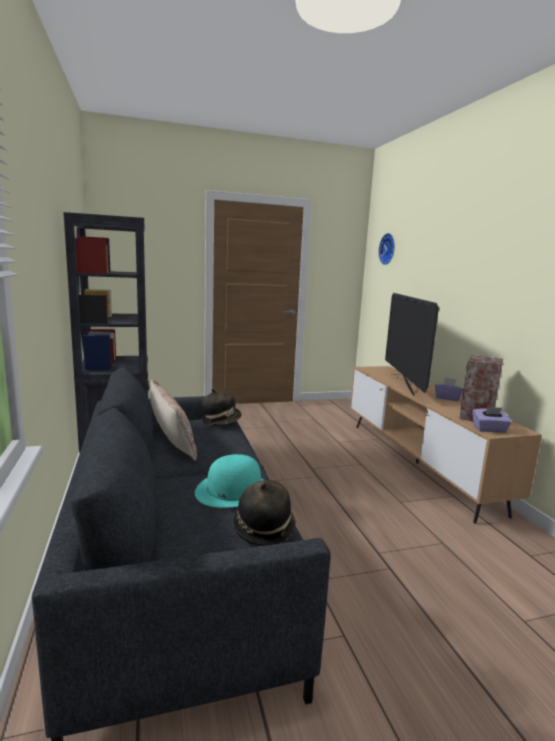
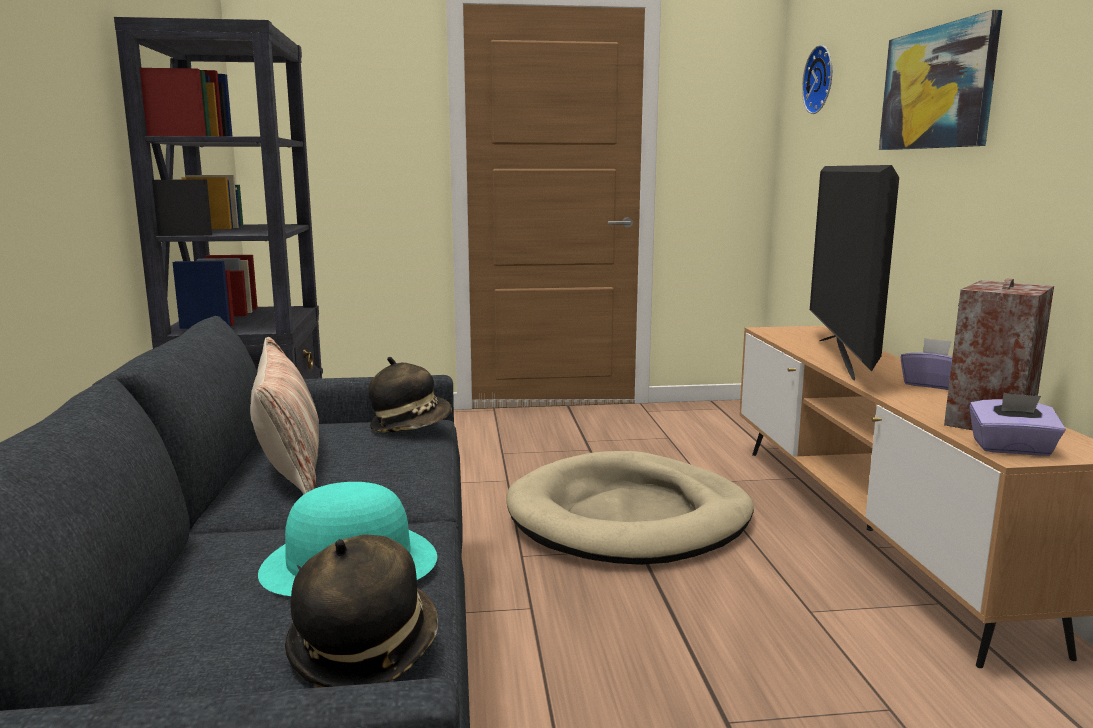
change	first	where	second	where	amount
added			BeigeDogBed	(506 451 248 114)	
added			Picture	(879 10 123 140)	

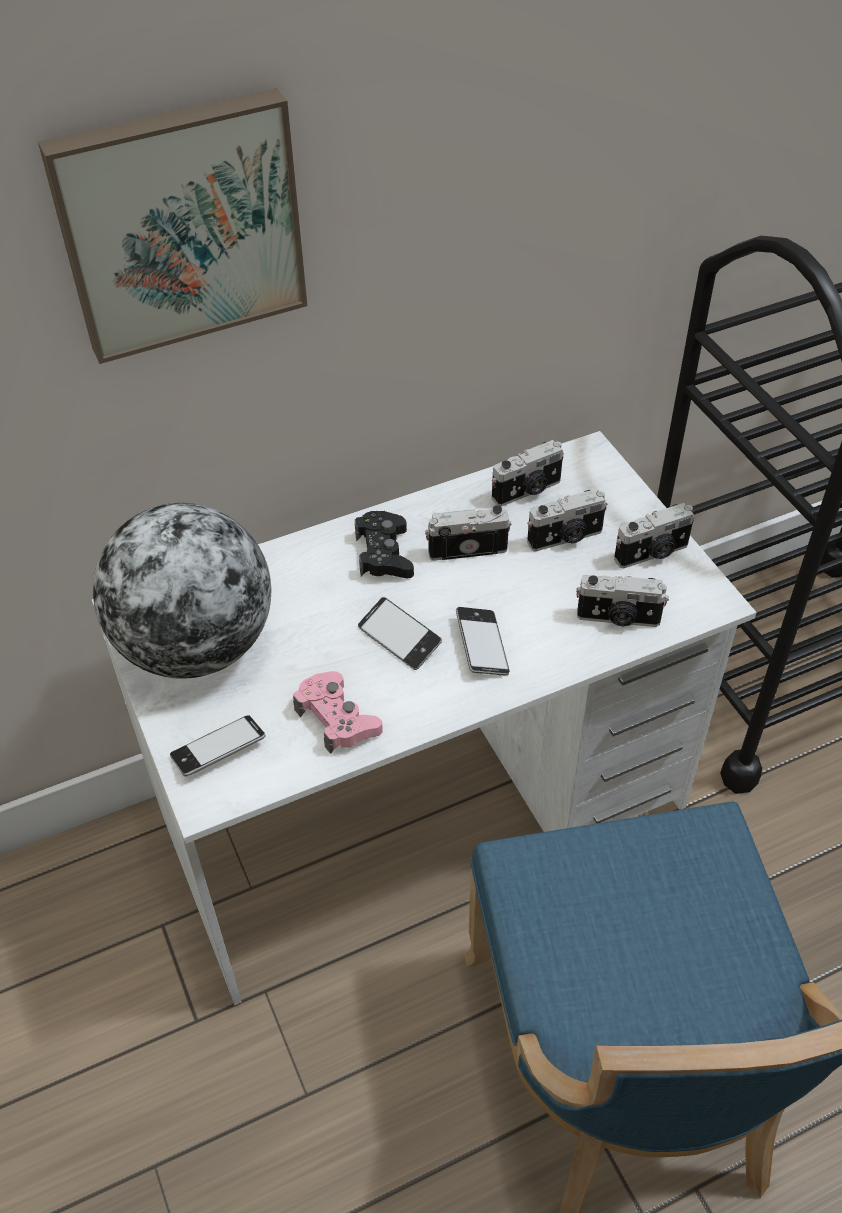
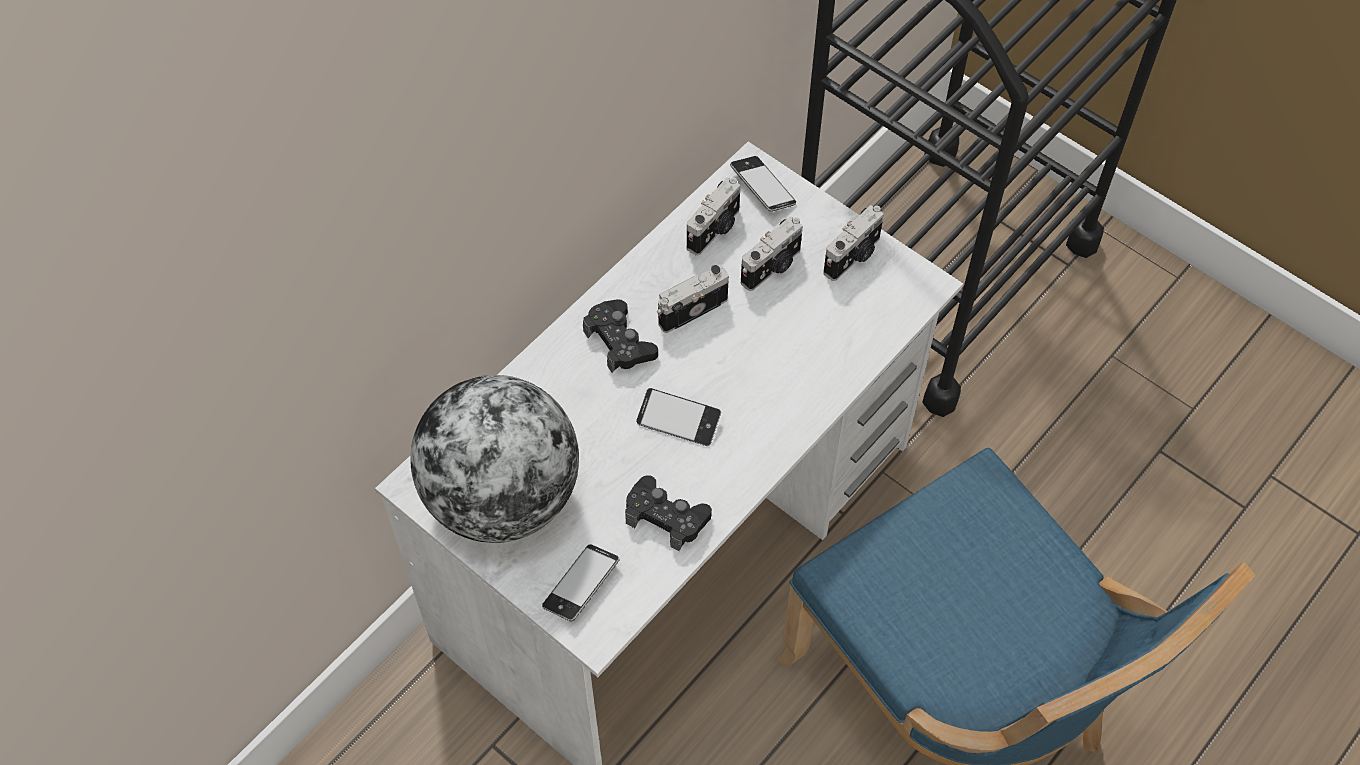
change	first	where	second	where	amount
removed	Picture	(38 88 269 276)			
recoloured	PinkGameController	(293 671 90 83)	BlackGameController	(625 475 87 76)	
moved	Phone	(456 607 54 69)		(730 156 66 56)	
removed	PhotoCamera	(576 575 93 52)			

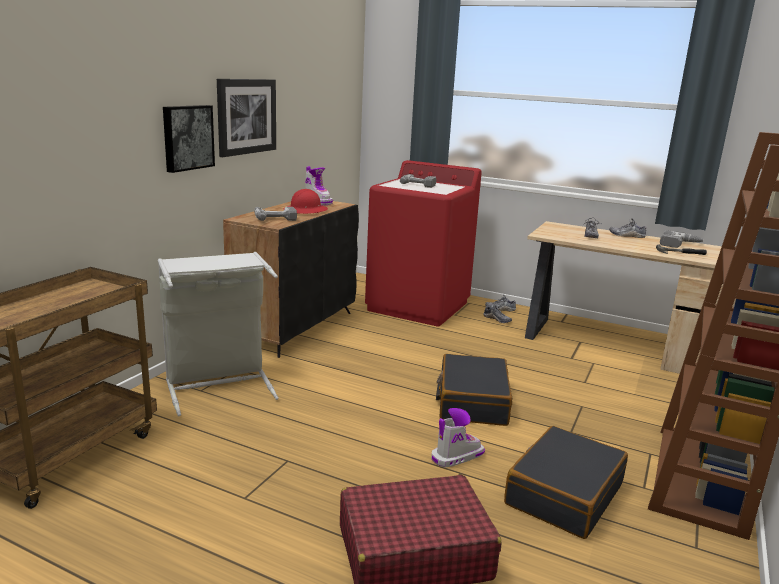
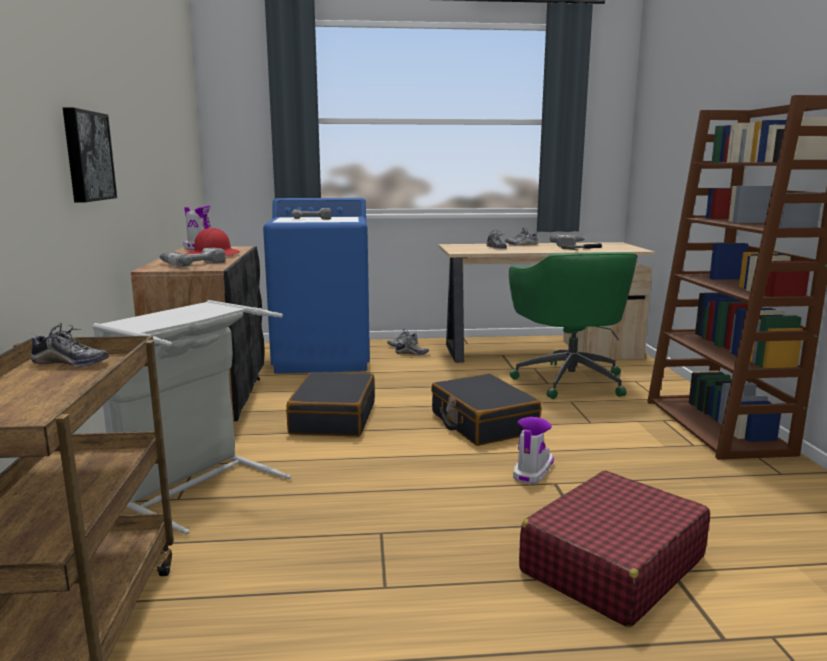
change	first	where	second	where	amount
removed	Picture	(217 79 59 78)			
recoloured	RedWashingMachine	(365 160 117 166)	BlueWashingMachine	(263 198 107 176)	
moved	BlackSuitcase	(504 426 124 113)		(286 372 89 65)	
added			Shoe	(30 323 79 44)	
added			GreenOfficeChair	(509 252 129 147)	

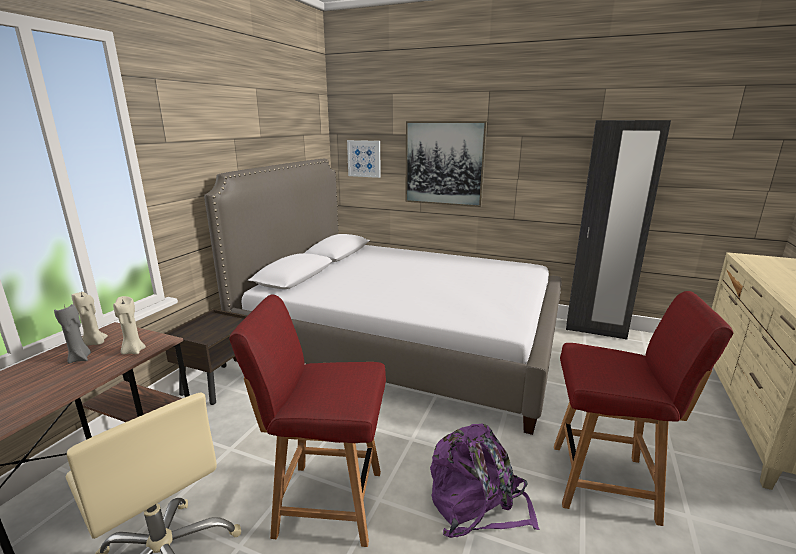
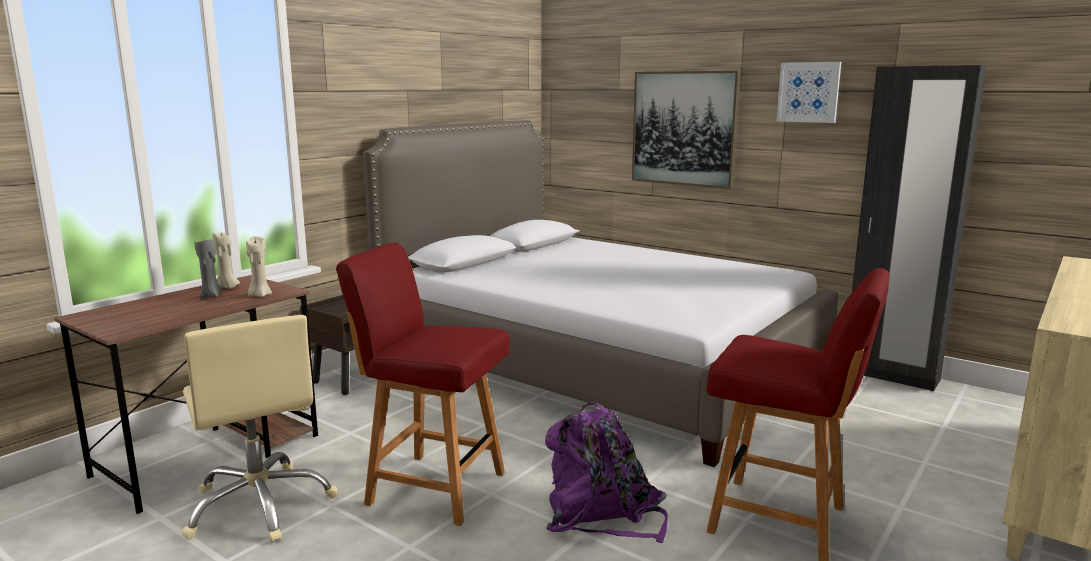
change	first	where	second	where	amount
moved	Picture	(347 140 34 38)		(776 62 65 61)	

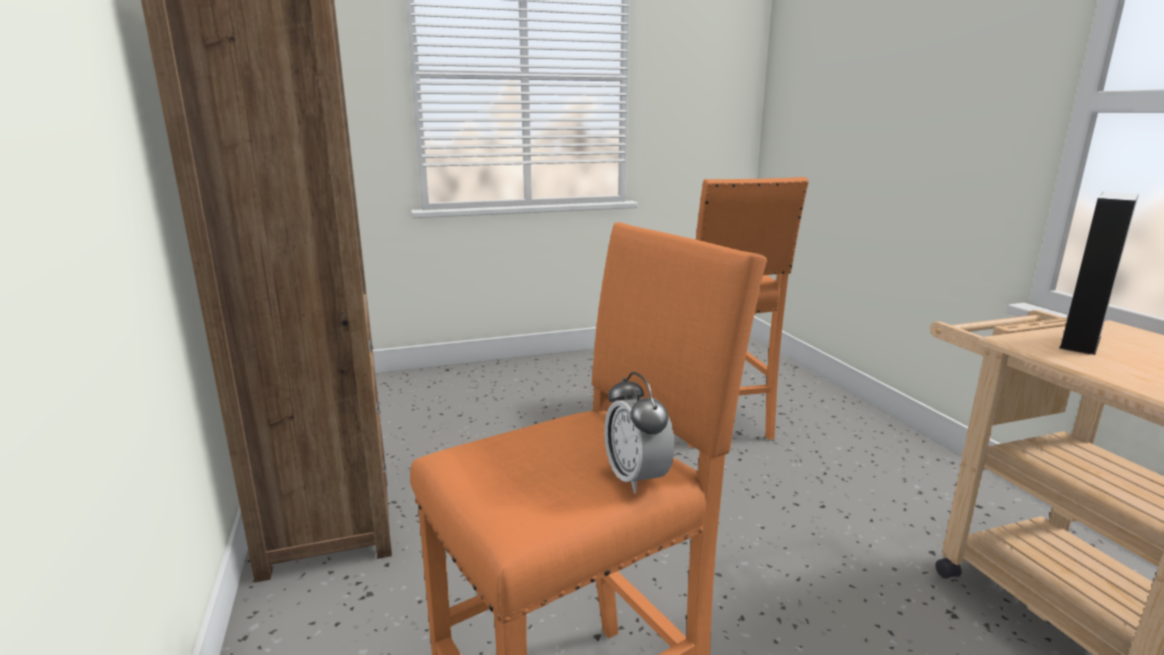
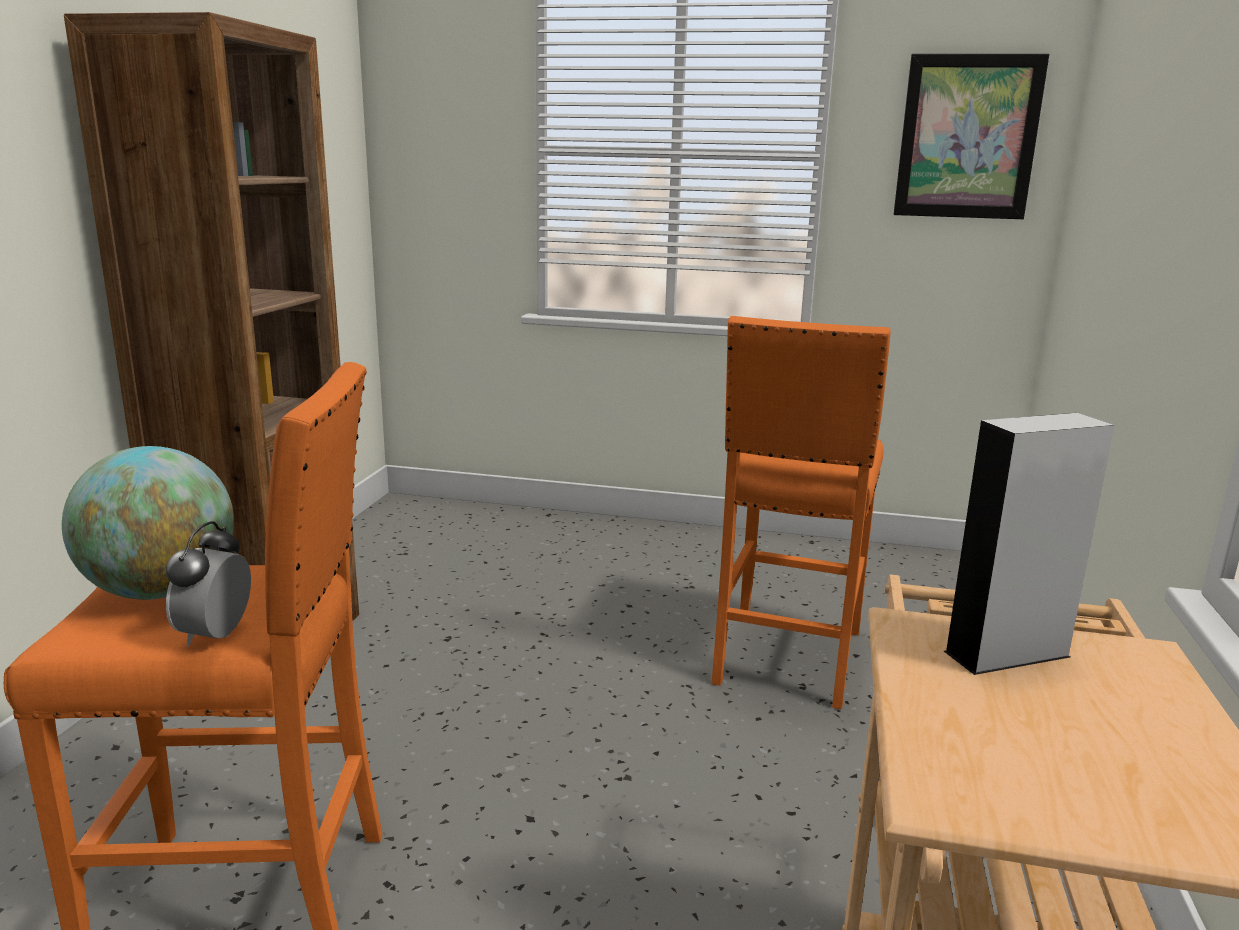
change	first	where	second	where	amount
added			Globe	(62 446 172 154)	
added			Picture	(894 54 155 165)	

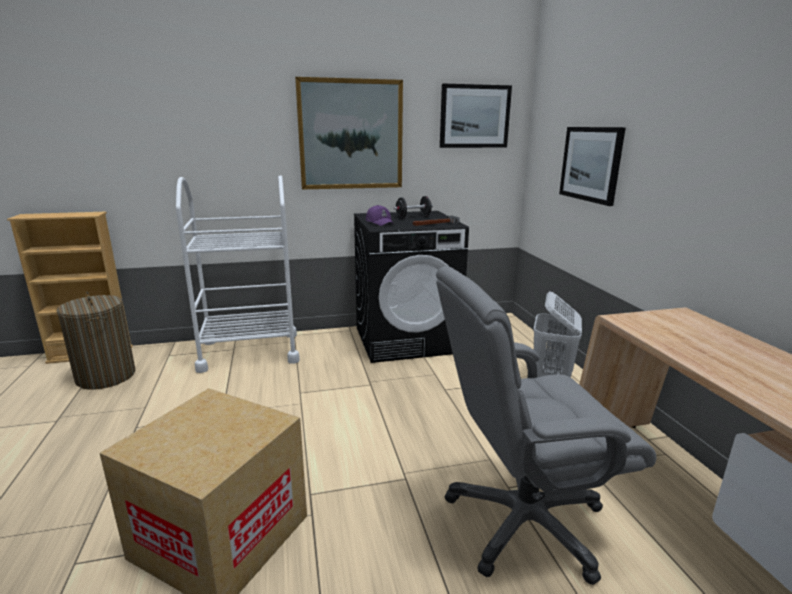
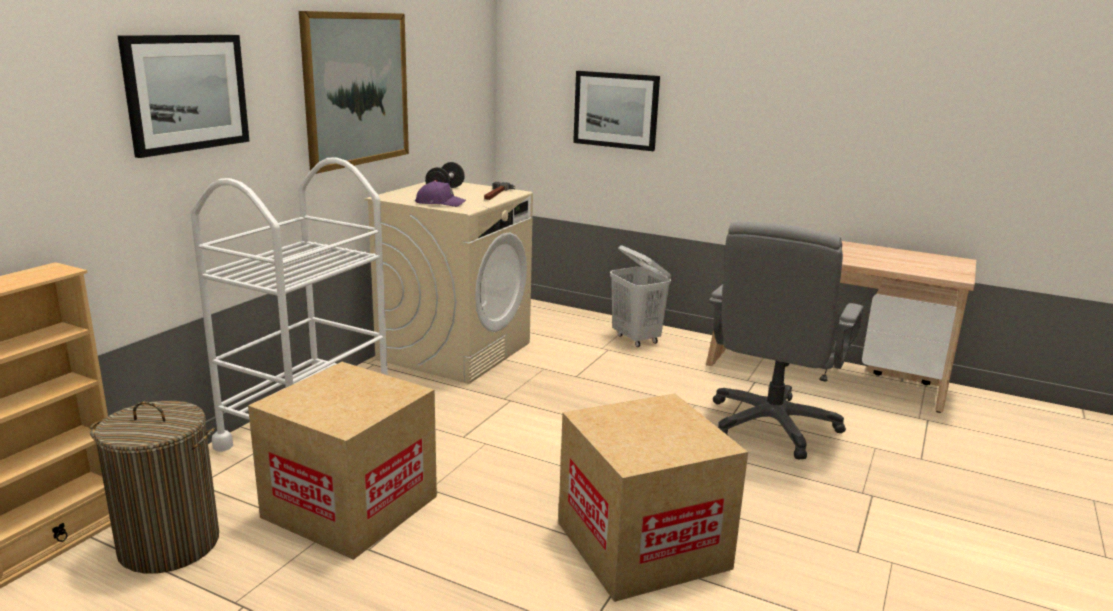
change	first	where	second	where	amount
recoloured	BlackWashingMachine	(354 211 115 152)	BeigeWashingMachine	(365 182 168 202)	
moved	Picture	(440 84 72 64)		(118 35 132 123)	
added			CardboardBox	(248 362 189 198)	

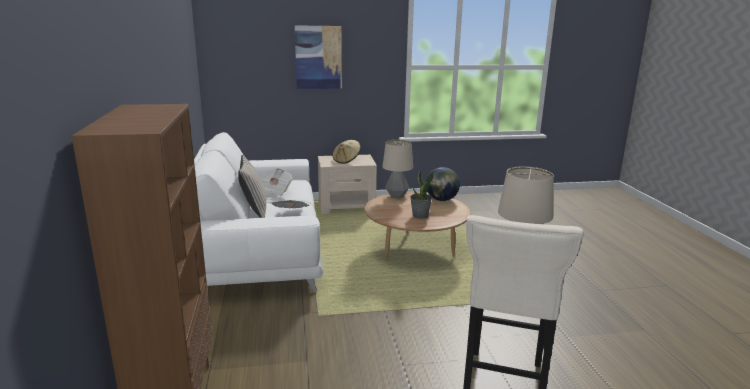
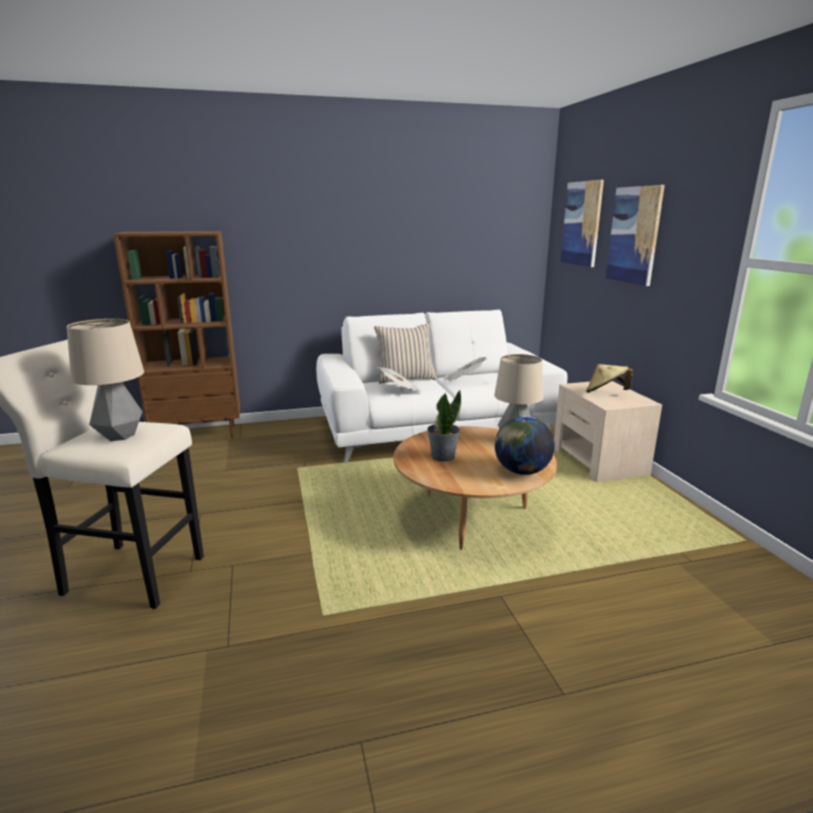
change	first	where	second	where	amount
added			Picture	(561 180 43 87)	

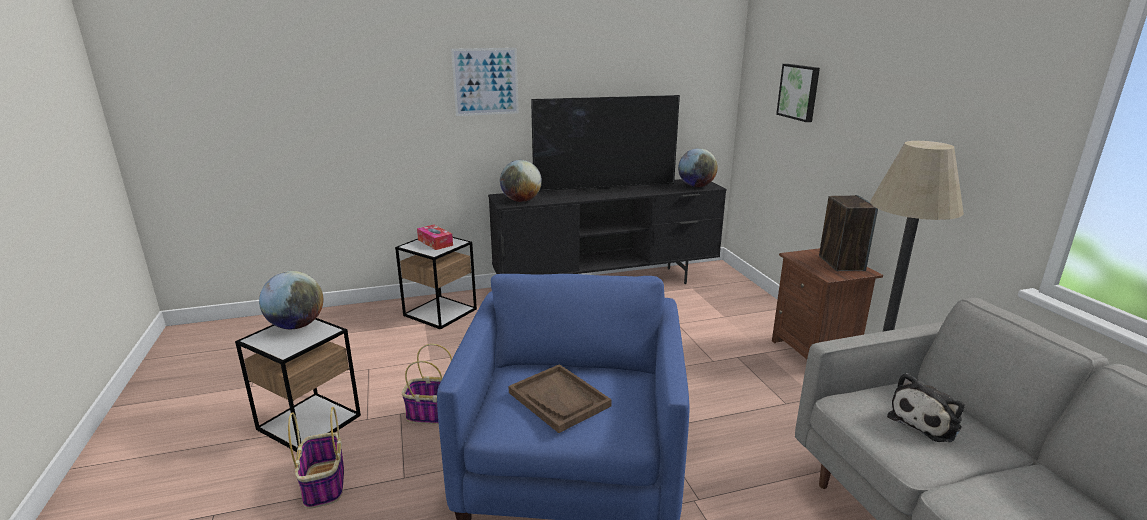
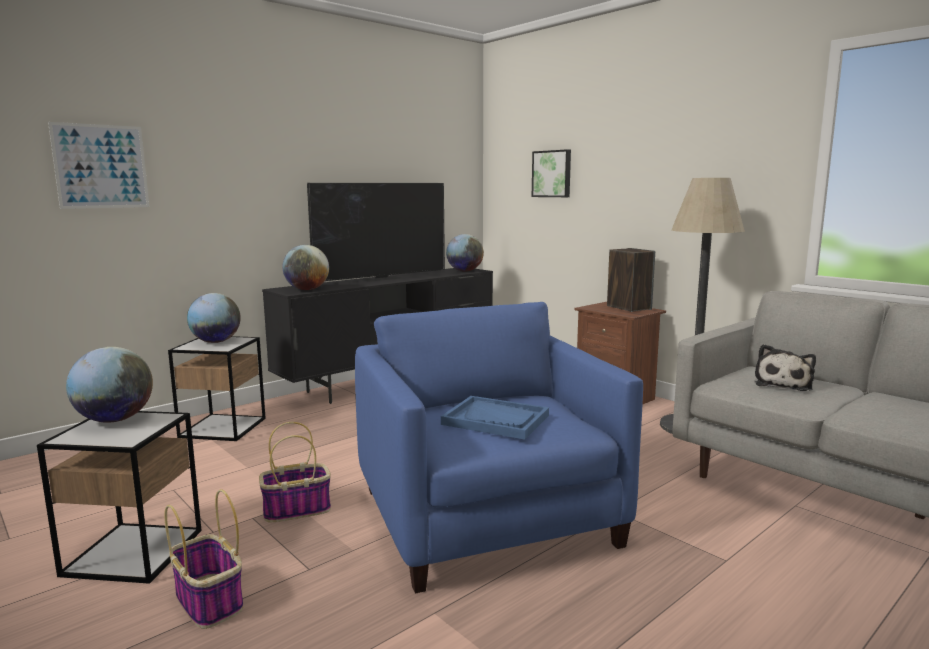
change	first	where	second	where	amount
replaced	TissueBox	(417 225 36 25)	Globe	(187 293 54 50)	
moved	Picture	(451 48 68 68)		(48 122 101 87)	
recoloured	BrownTray	(509 364 103 69)	BlueTray	(441 396 108 44)	

